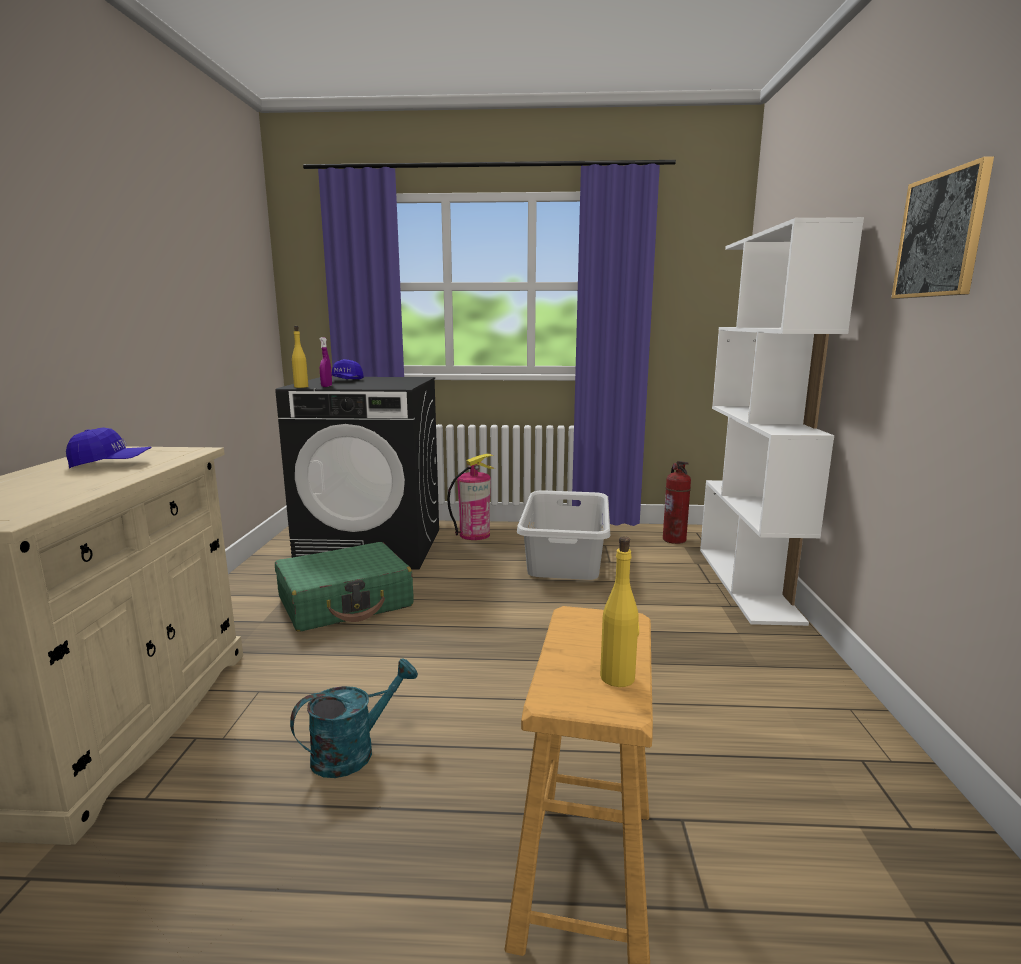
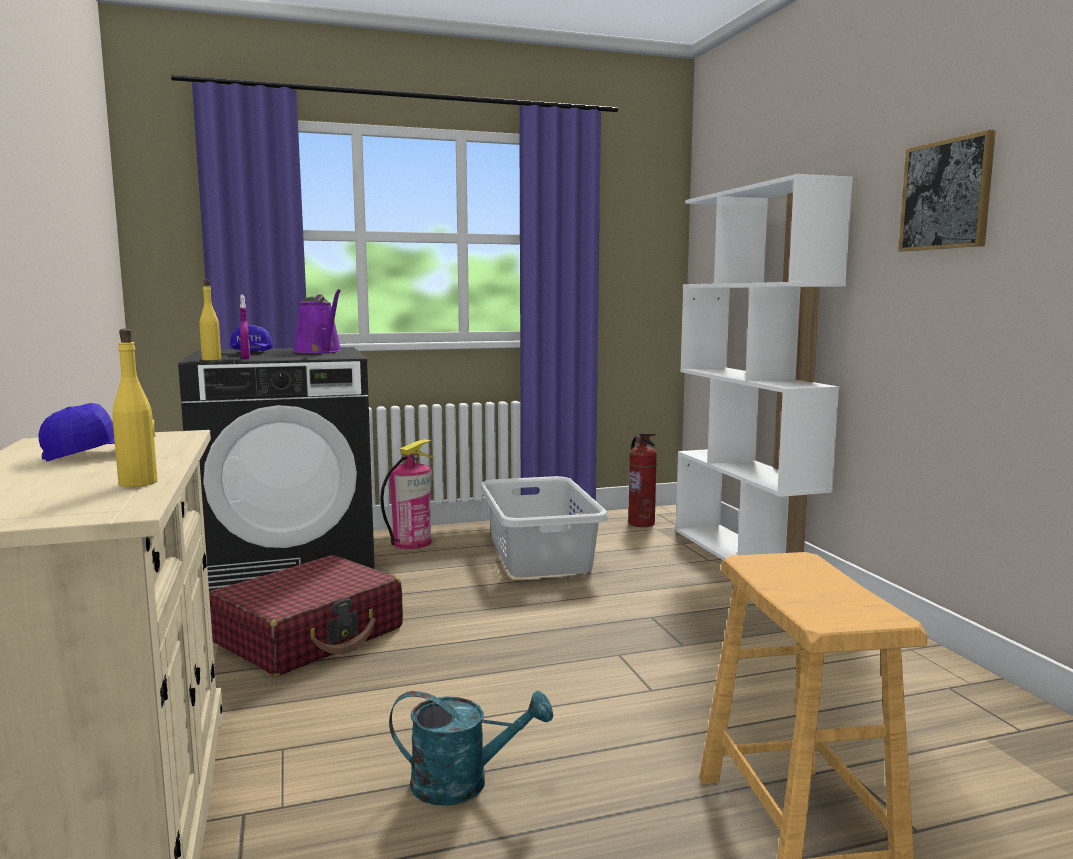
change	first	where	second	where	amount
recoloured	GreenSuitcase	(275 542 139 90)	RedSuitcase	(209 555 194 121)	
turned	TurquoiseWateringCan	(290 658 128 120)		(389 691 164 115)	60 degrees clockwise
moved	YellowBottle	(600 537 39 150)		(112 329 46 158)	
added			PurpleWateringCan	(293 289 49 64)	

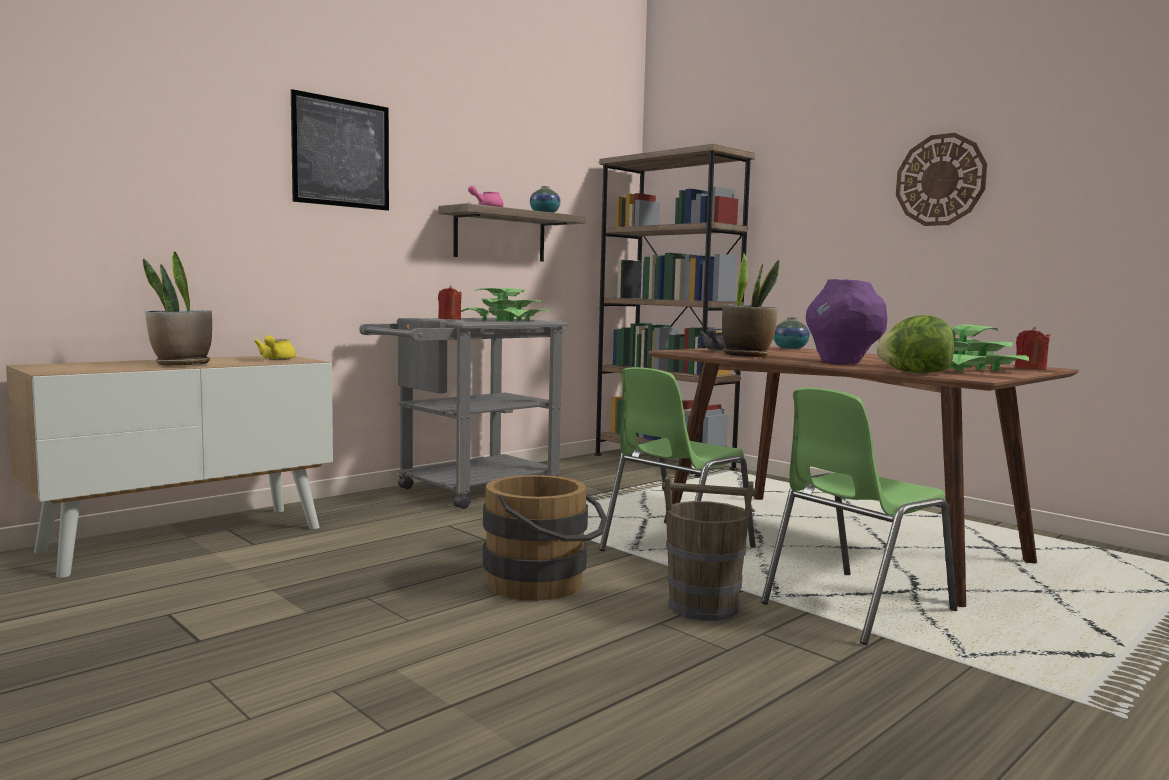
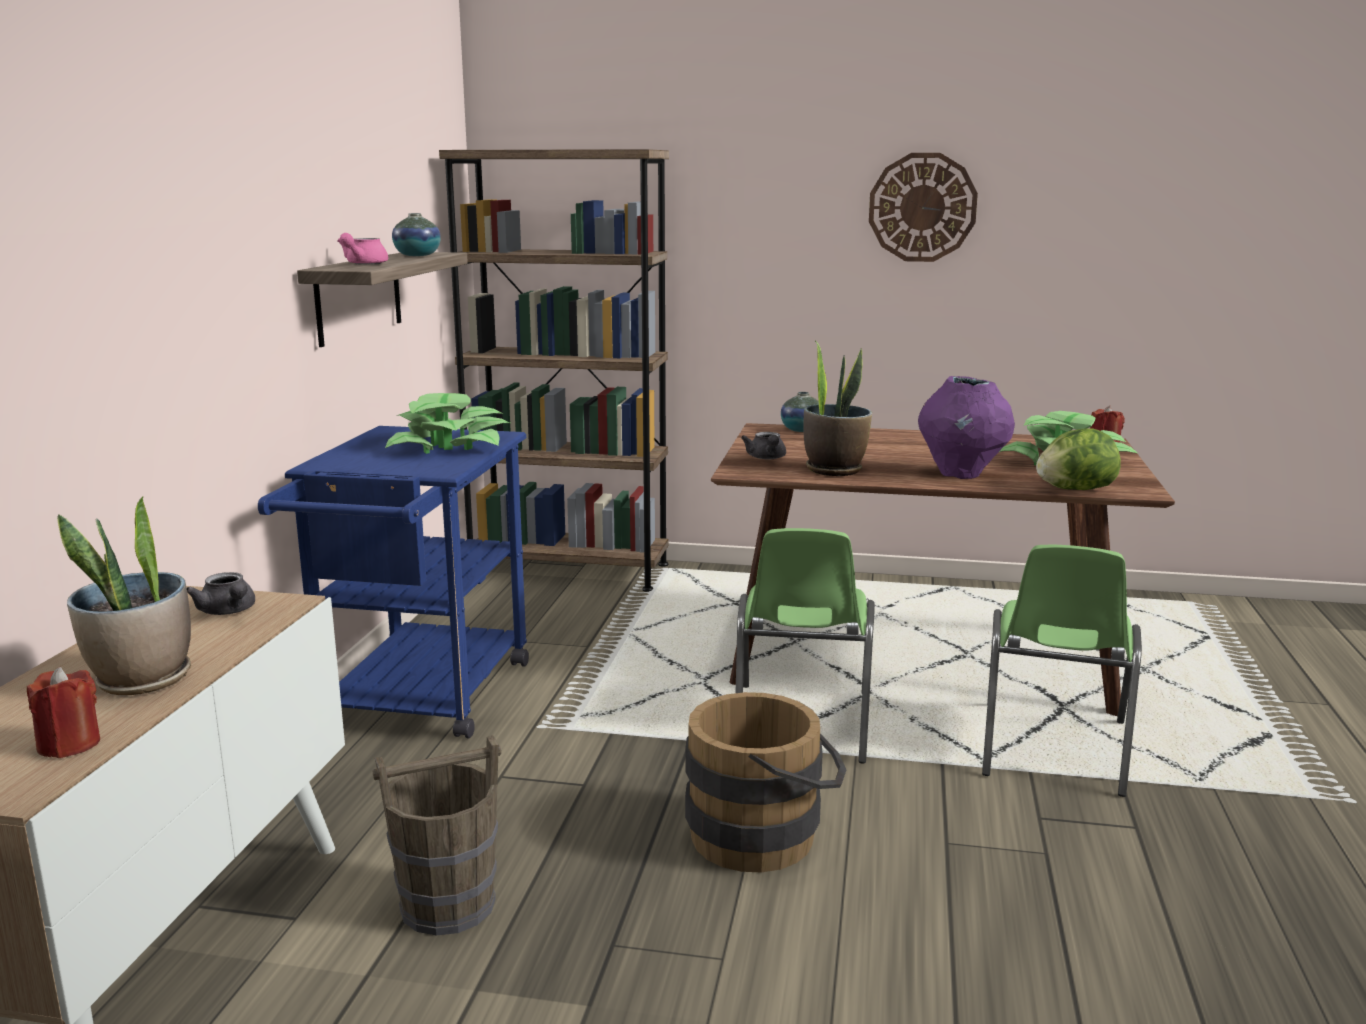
change	first	where	second	where	amount
recoloured	YellowTeapot	(254 335 42 25)	GreyTeapot	(187 572 68 43)	
removed	Picture	(291 89 98 122)			
recoloured	GreyCart	(359 318 210 191)	BlueCart	(258 426 271 312)	
moved	RedCandle	(438 286 24 34)		(27 667 73 91)	
moved	BrownBucket	(662 476 94 145)		(373 735 128 201)	

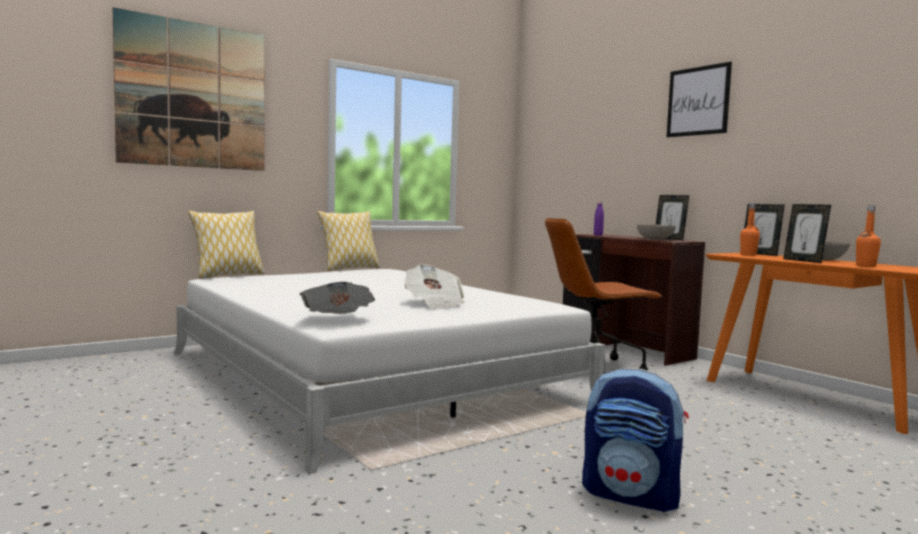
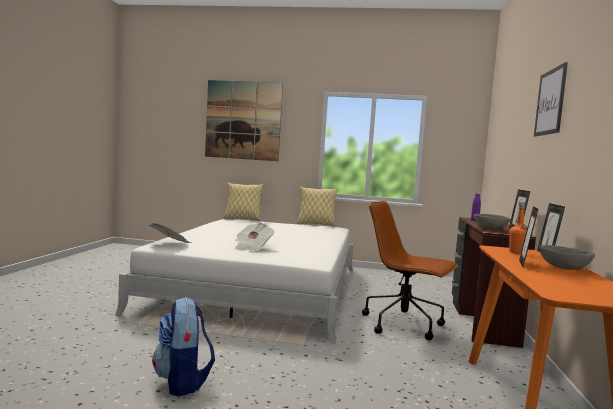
change	first	where	second	where	amount
removed	OrangeBottle	(856 205 25 62)			

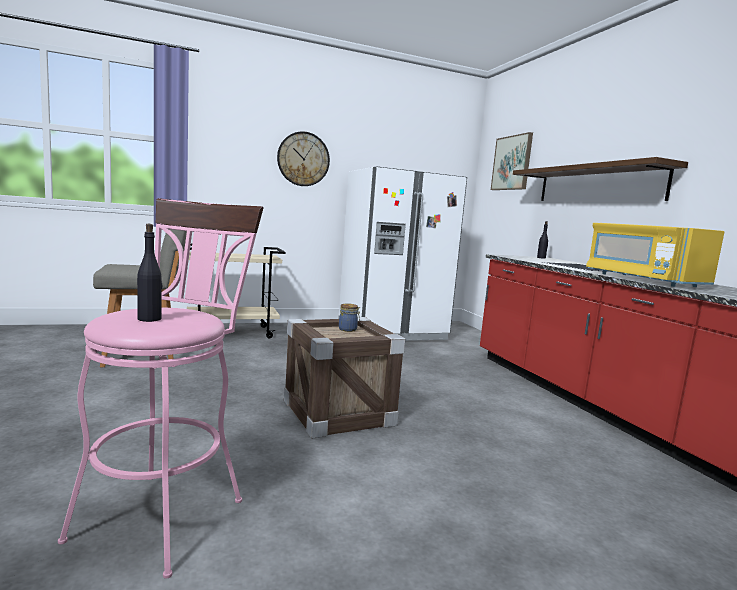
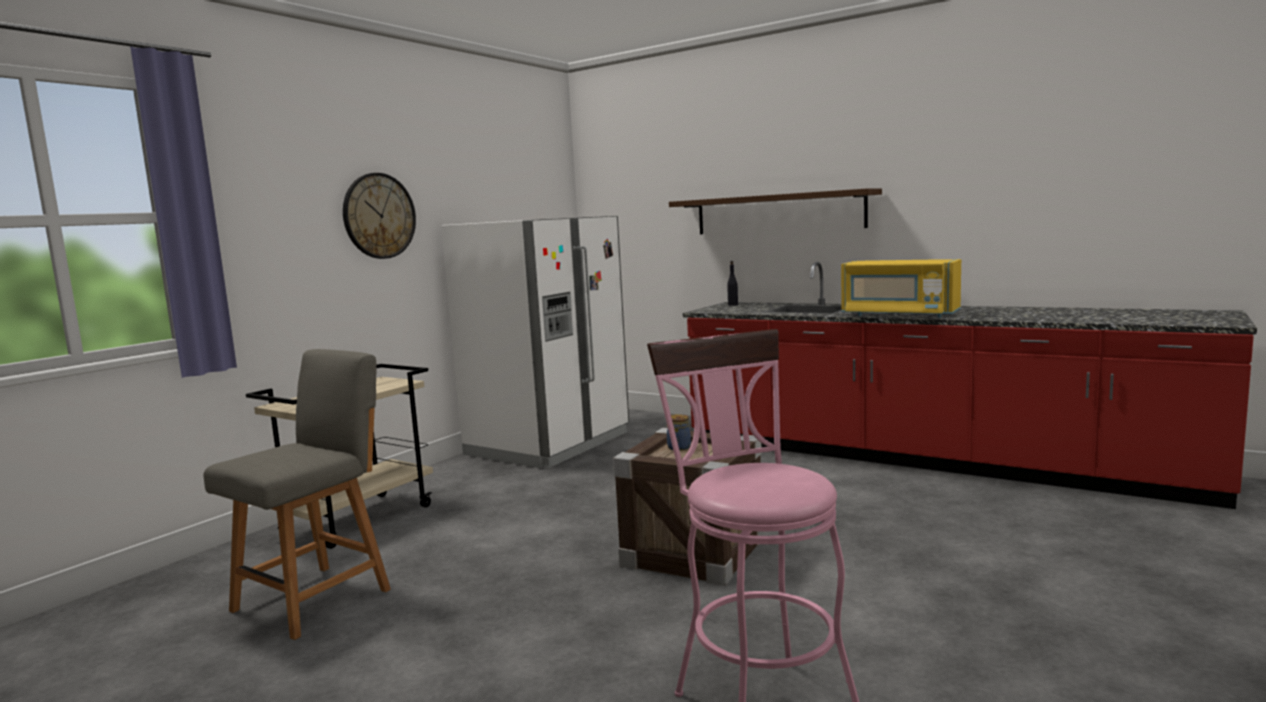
change	first	where	second	where	amount
removed	BlackBottle	(137 224 25 98)			
removed	Picture	(491 132 42 58)			

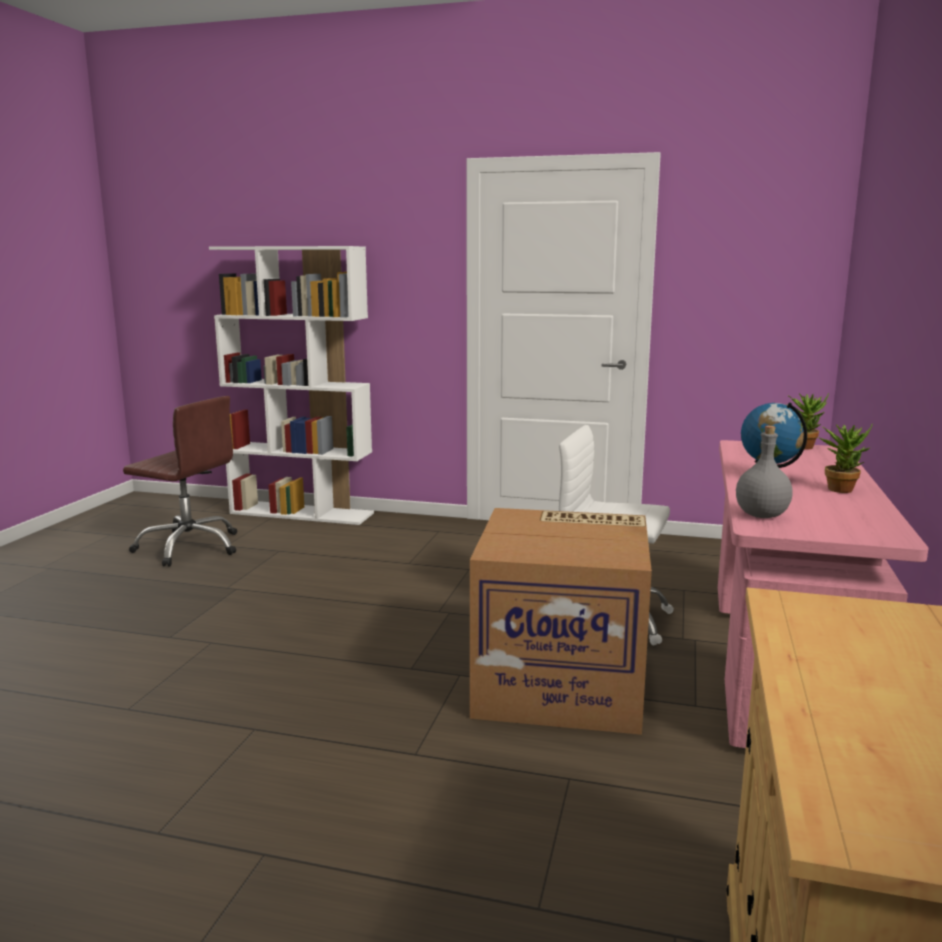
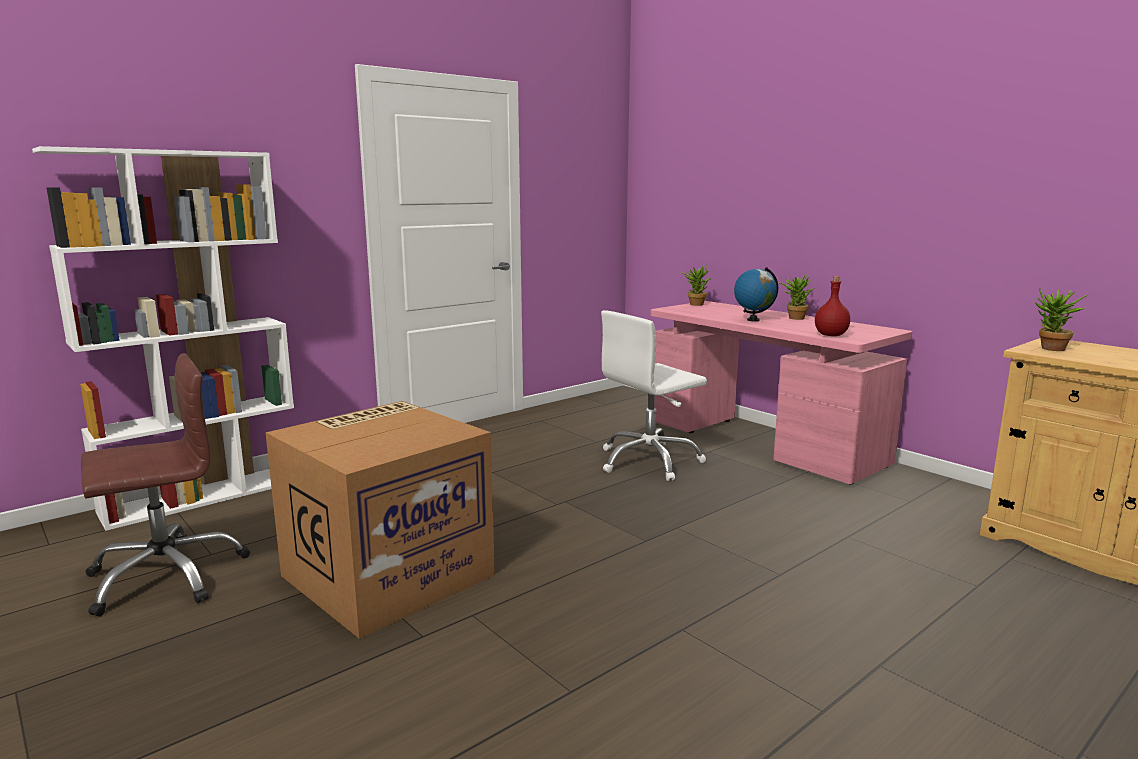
change	first	where	second	where	amount
moved	CardboardBox	(470 508 182 227)		(266 401 229 238)	
recoloured	GreyBottle	(736 426 57 92)	RedBottle	(815 276 35 60)	
added			PottedPlant	(1035 288 53 63)	

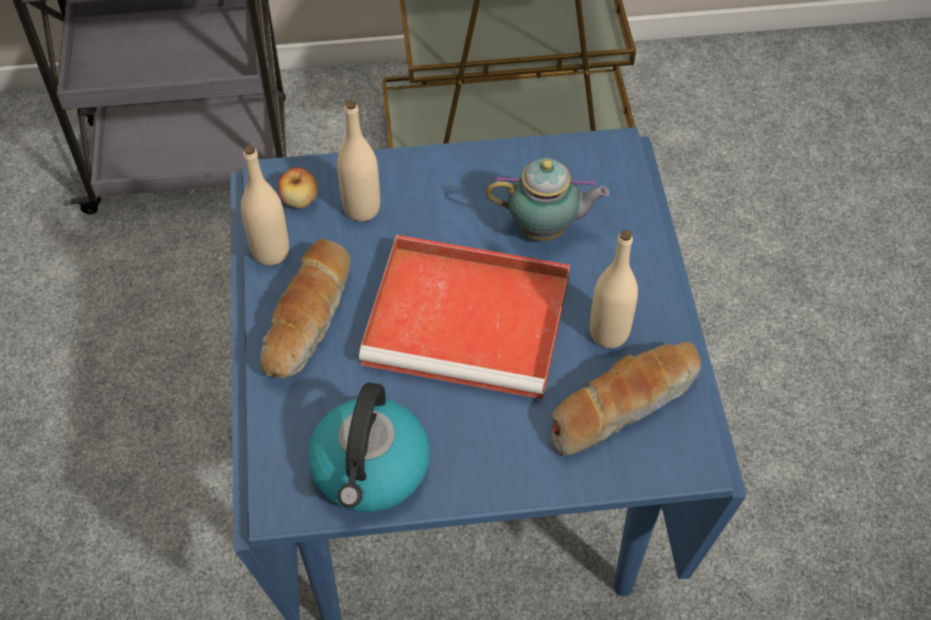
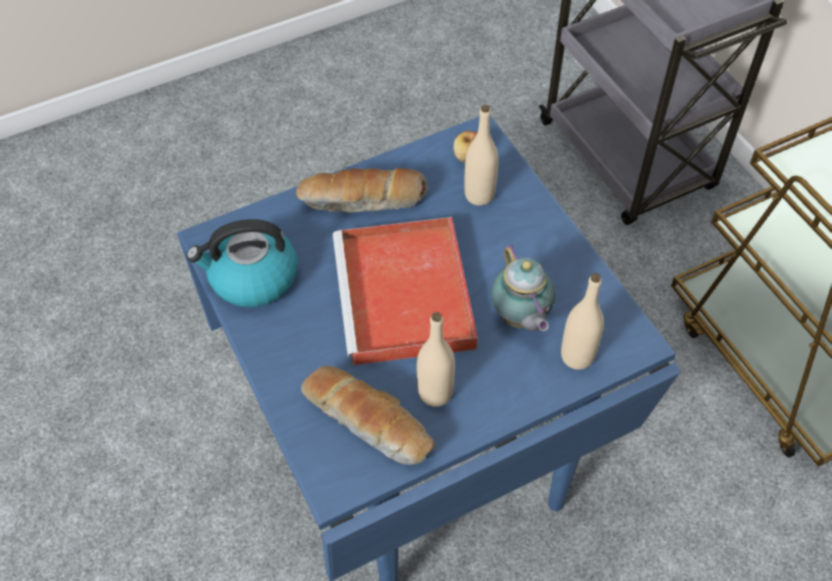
change	first	where	second	where	amount
moved	BeigeBottle	(241 145 48 121)		(561 273 43 97)	

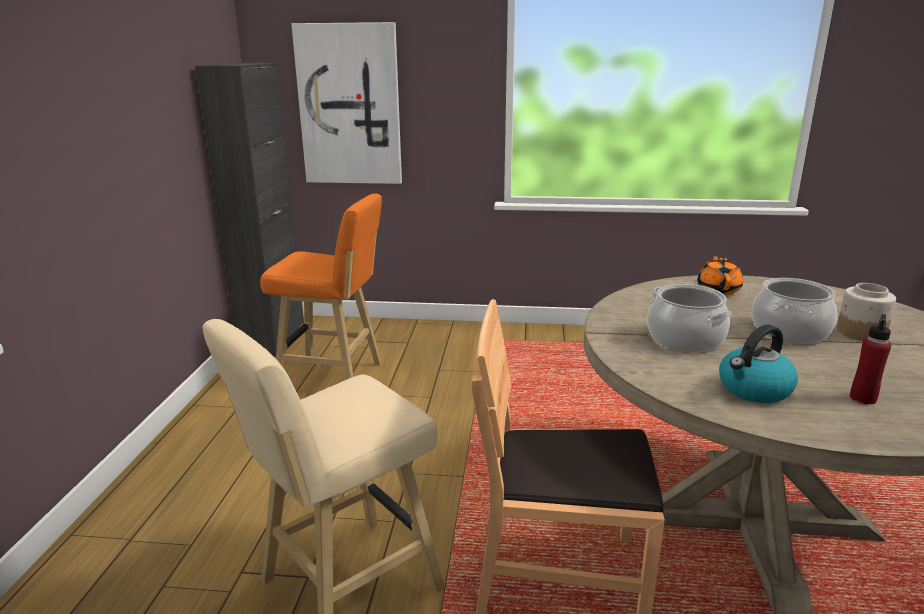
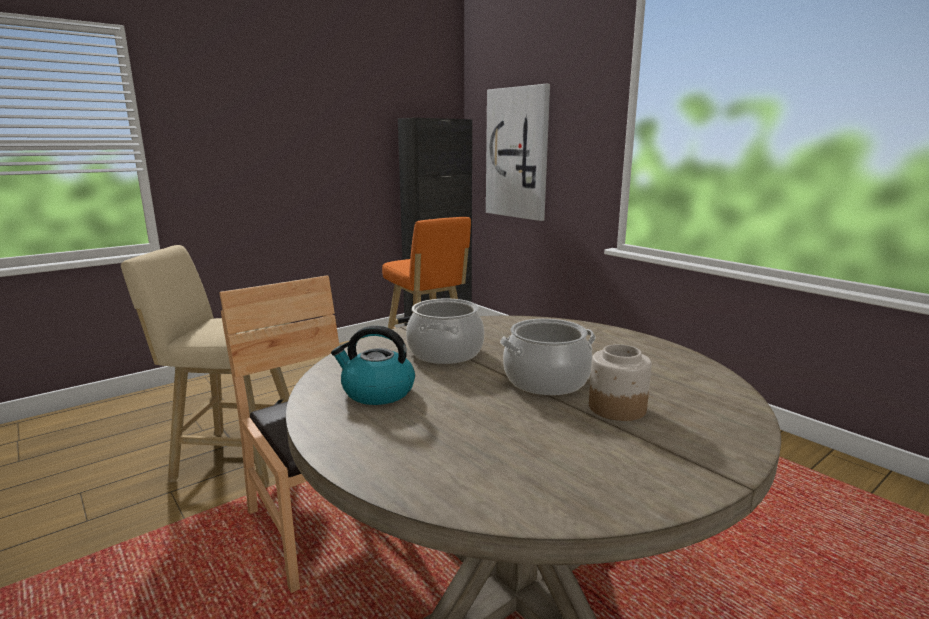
change	first	where	second	where	amount
removed	OrangeTeapot	(697 254 46 41)			
removed	RedBottle	(850 314 41 90)			

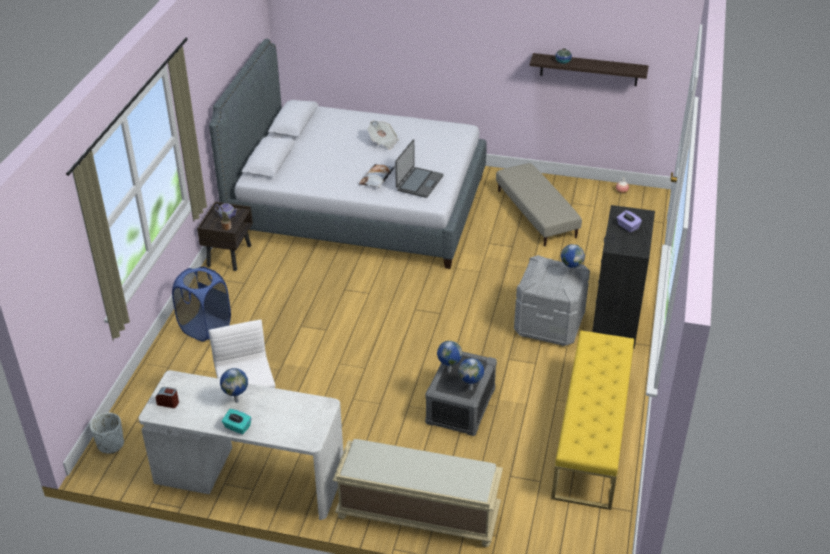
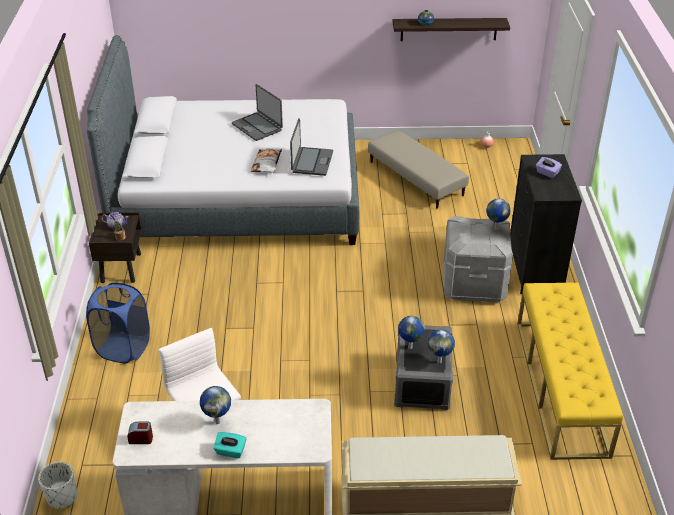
change	first	where	second	where	amount
replaced	Newspaper	(367 120 32 30)	Laptop	(232 84 51 57)	

